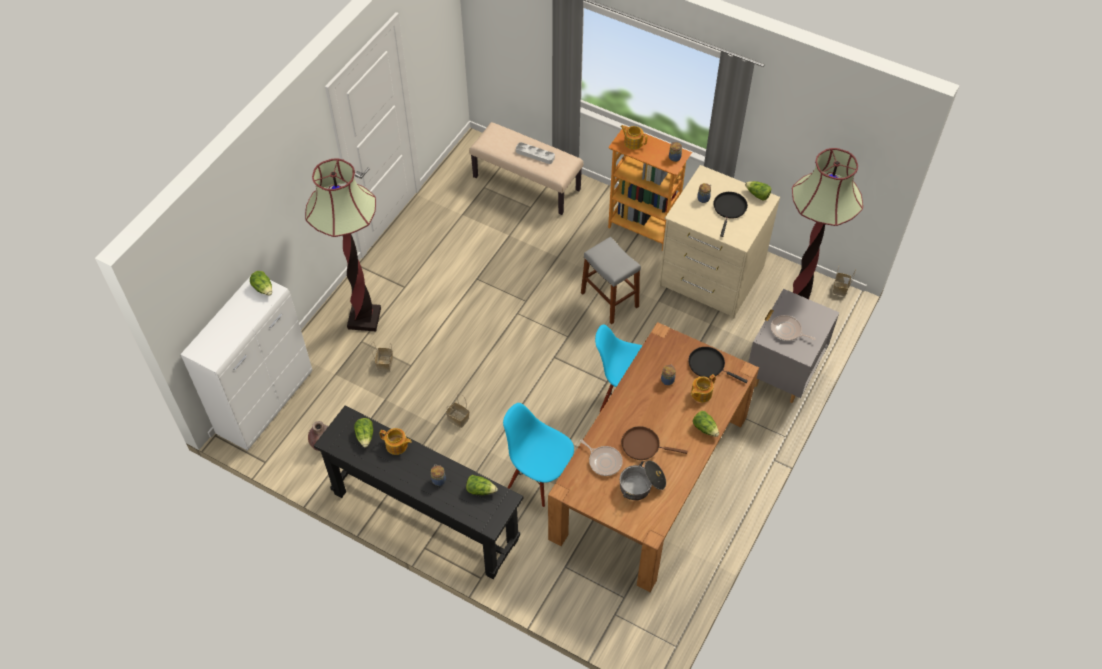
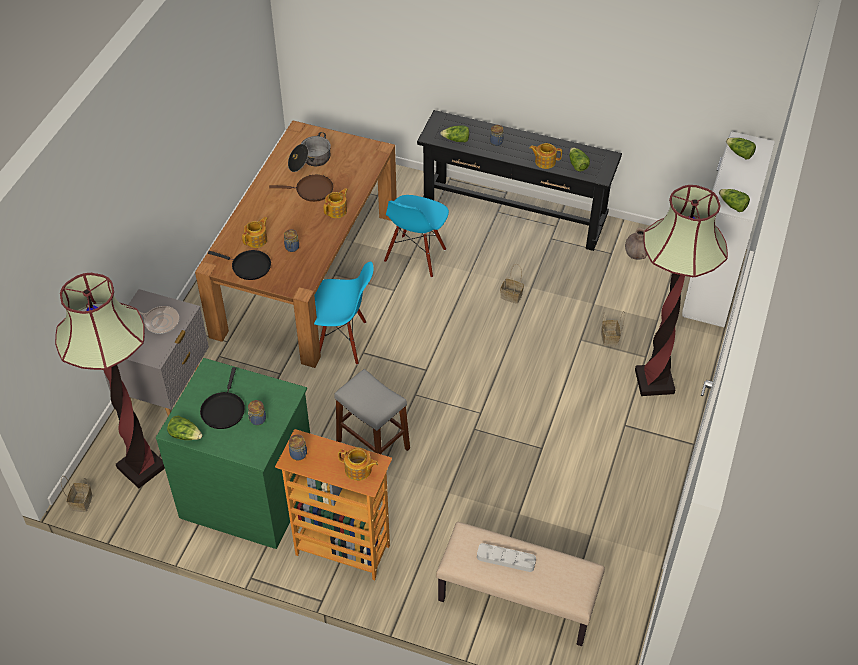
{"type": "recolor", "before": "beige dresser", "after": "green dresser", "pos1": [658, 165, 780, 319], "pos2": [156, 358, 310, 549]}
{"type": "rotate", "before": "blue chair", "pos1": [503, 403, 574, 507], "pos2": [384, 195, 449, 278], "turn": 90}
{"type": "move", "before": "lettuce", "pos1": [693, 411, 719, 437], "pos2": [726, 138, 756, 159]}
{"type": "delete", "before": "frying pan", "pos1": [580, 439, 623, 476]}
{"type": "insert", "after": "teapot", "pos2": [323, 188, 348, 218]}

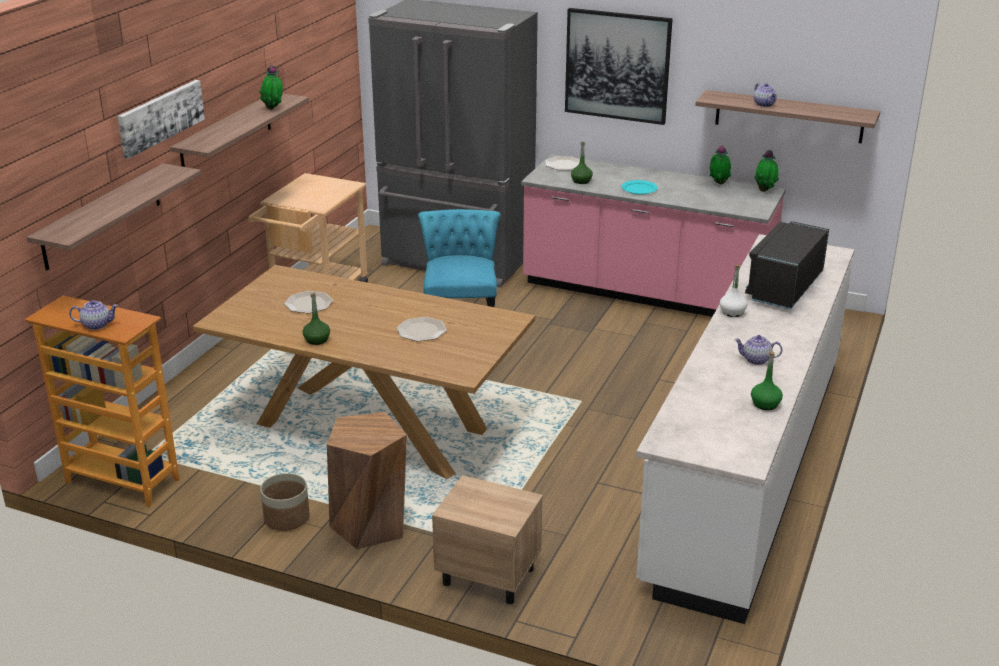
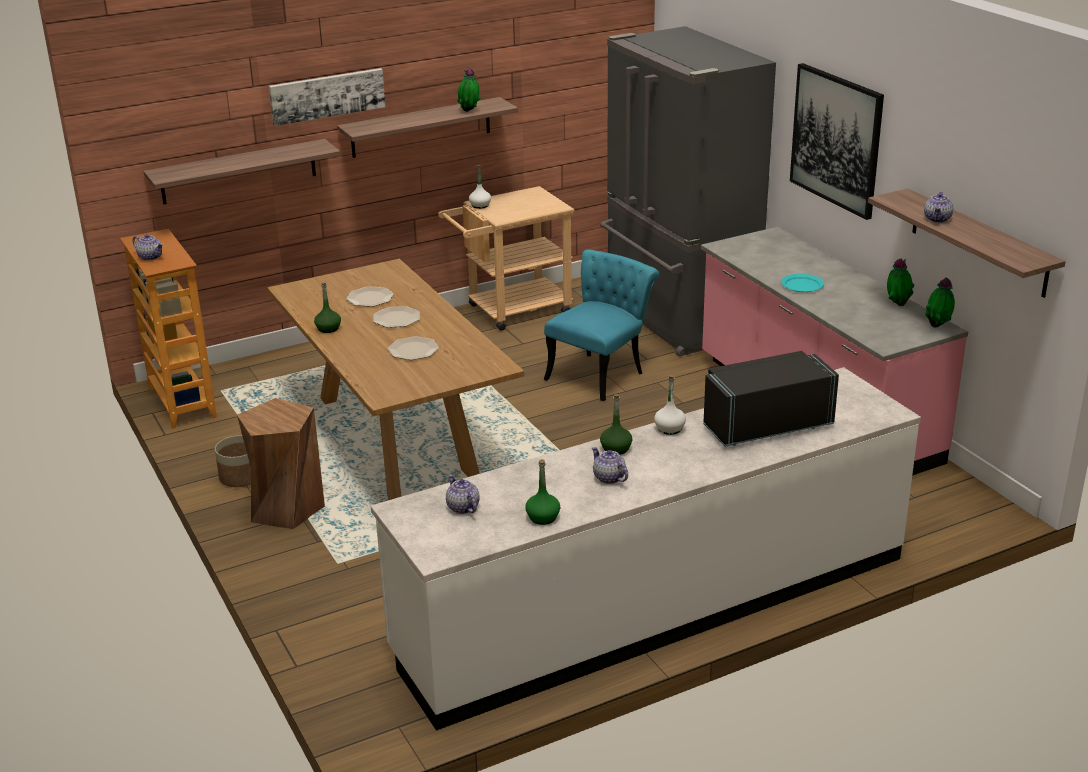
{"type": "move", "before": "green bottle", "pos1": [571, 142, 593, 184], "pos2": [600, 394, 632, 455]}
{"type": "move", "before": "plate", "pos1": [545, 156, 580, 170], "pos2": [373, 306, 420, 328]}
{"type": "delete", "before": "beige nightstand", "pos1": [432, 475, 543, 604]}
{"type": "insert", "after": "white bottle", "pos2": [469, 165, 491, 209]}
{"type": "insert", "after": "teapot", "pos2": [446, 474, 480, 514]}

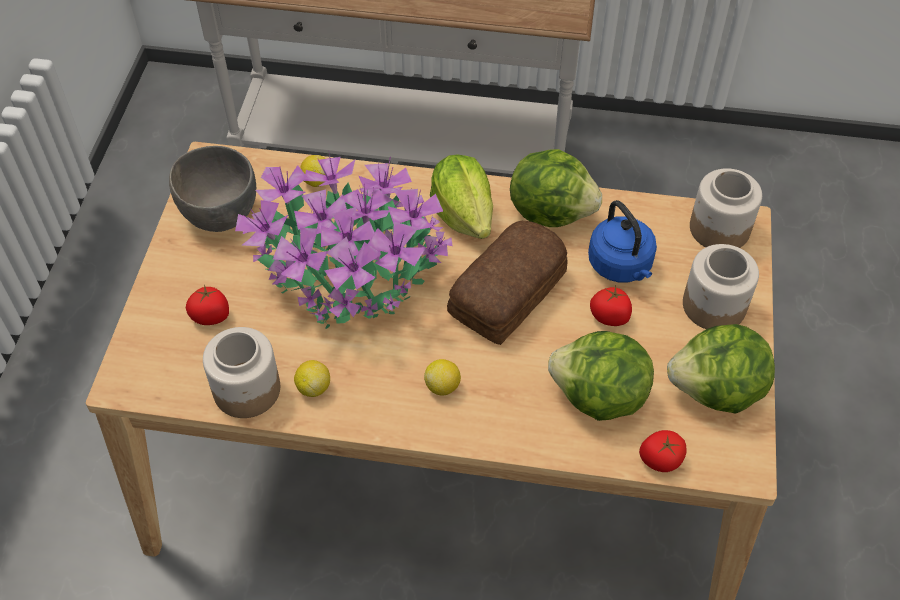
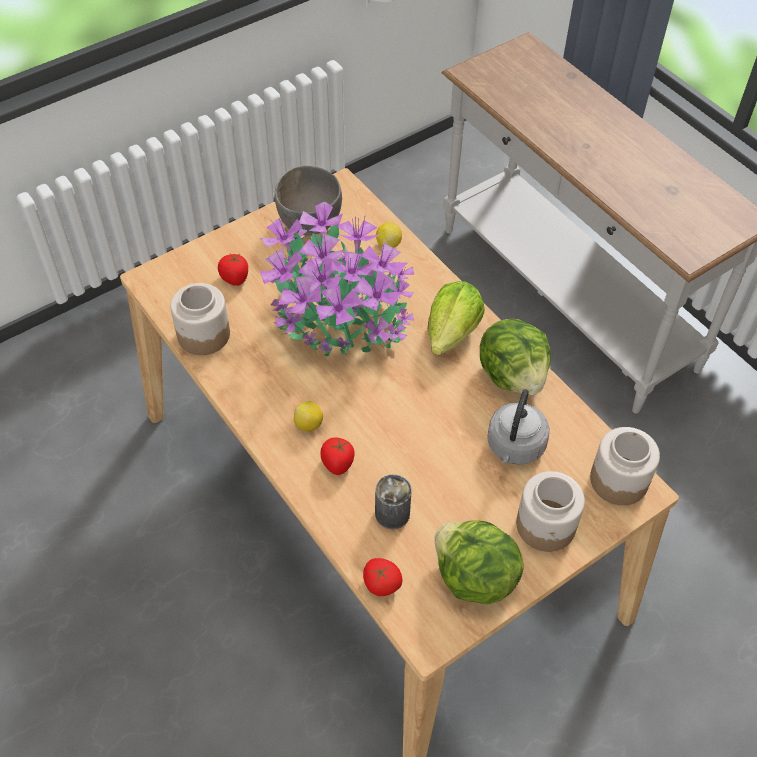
{"type": "recolor", "before": "blue kettle", "after": "grey kettle", "pos1": [588, 200, 657, 282], "pos2": [487, 389, 550, 465]}
{"type": "delete", "before": "bread", "pos1": [447, 221, 568, 345]}
{"type": "move", "before": "tomato", "pos1": [590, 286, 632, 326], "pos2": [320, 438, 355, 475]}
{"type": "replace", "before": "lettuce", "after": "can", "pos1": [548, 331, 654, 421], "pos2": [375, 474, 412, 529]}
{"type": "delete", "before": "lemon", "pos1": [294, 360, 330, 397]}

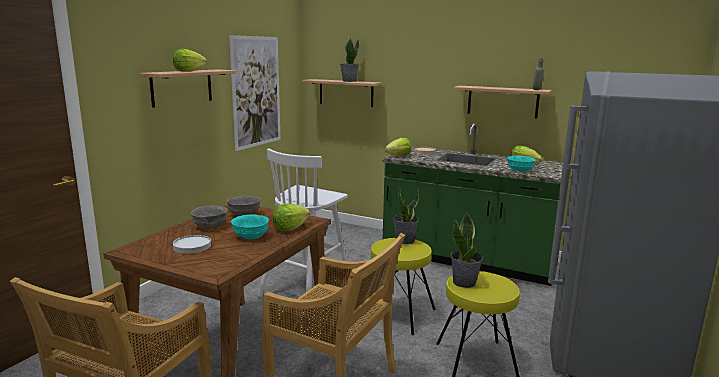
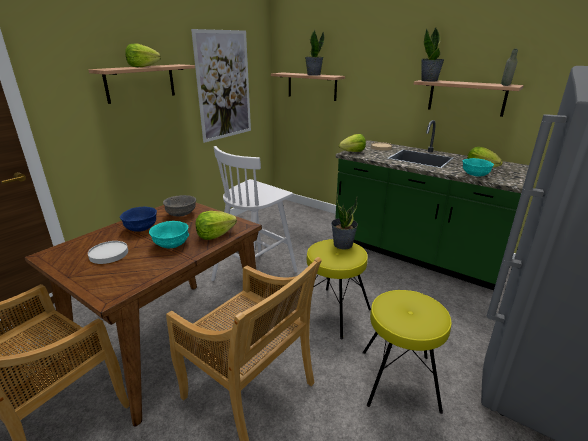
{"type": "recolor", "before": "grey bowl", "after": "blue bowl", "pos1": [191, 205, 227, 229], "pos2": [120, 207, 157, 232]}
{"type": "move", "before": "potted plant", "pos1": [451, 213, 483, 288], "pos2": [421, 27, 444, 82]}

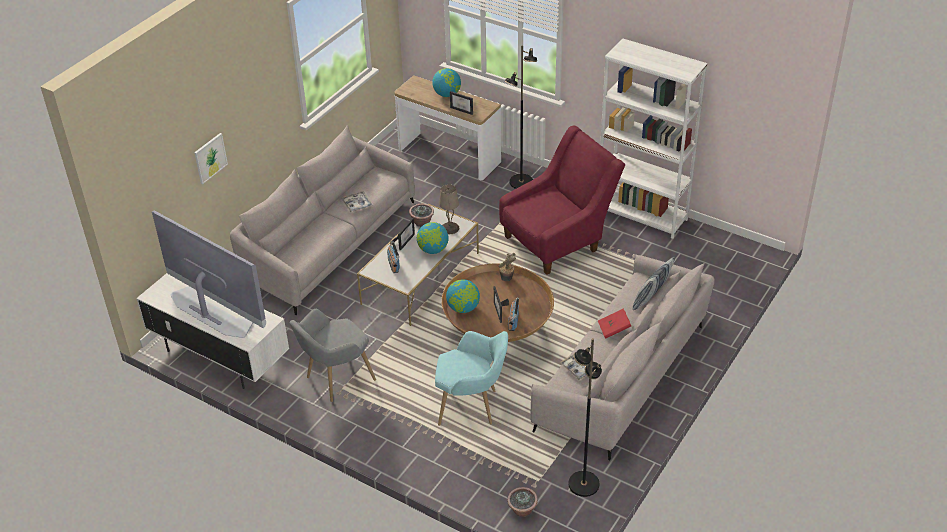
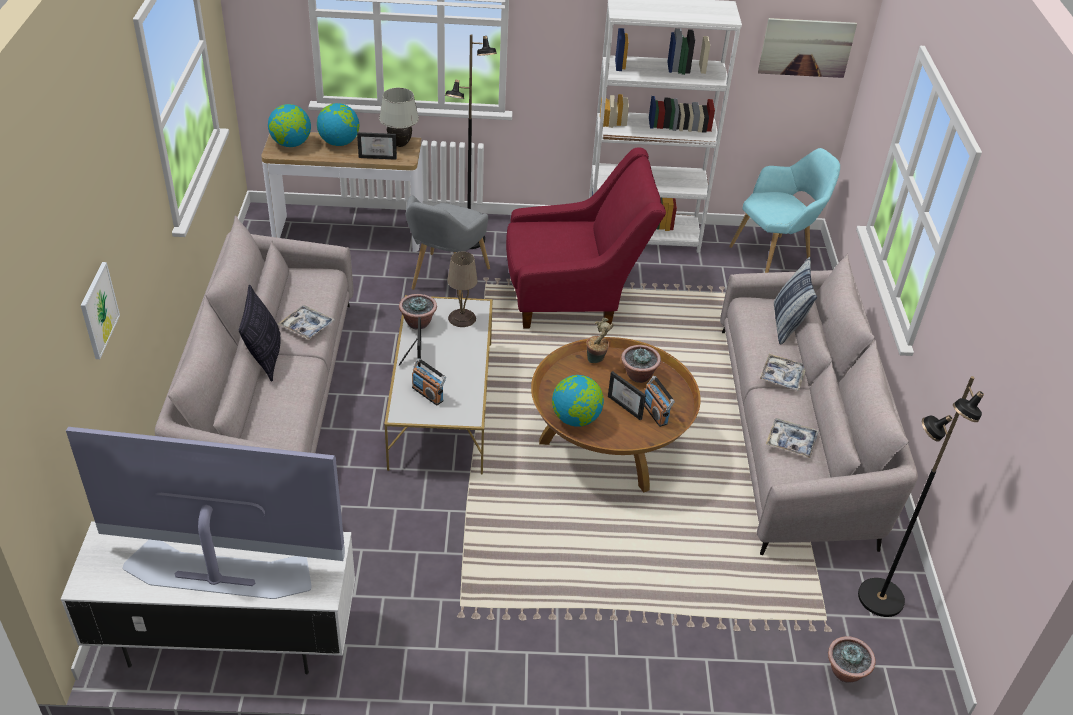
{"type": "rotate", "before": "red armchair", "pos1": [499, 125, 625, 275], "pos2": [506, 147, 666, 329], "turn": 60}
{"type": "move", "before": "globe", "pos1": [417, 222, 448, 254], "pos2": [268, 104, 311, 147]}
{"type": "move", "before": "grey armchair", "pos1": [290, 309, 376, 402], "pos2": [405, 196, 490, 298]}
{"type": "replace", "before": "red book", "after": "tray", "pos1": [598, 309, 631, 339], "pos2": [760, 354, 805, 391]}
{"type": "move", "before": "turquoise armchair", "pos1": [435, 331, 508, 426], "pos2": [729, 148, 840, 273]}
{"type": "insert", "after": "picture", "pos2": [758, 18, 857, 78]}
{"type": "insert", "after": "white table lamp", "pos2": [379, 88, 419, 147]}
{"type": "insert", "after": "pillow", "pos2": [239, 285, 281, 382]}
{"type": "insert", "after": "potted plant", "pos2": [621, 345, 661, 383]}

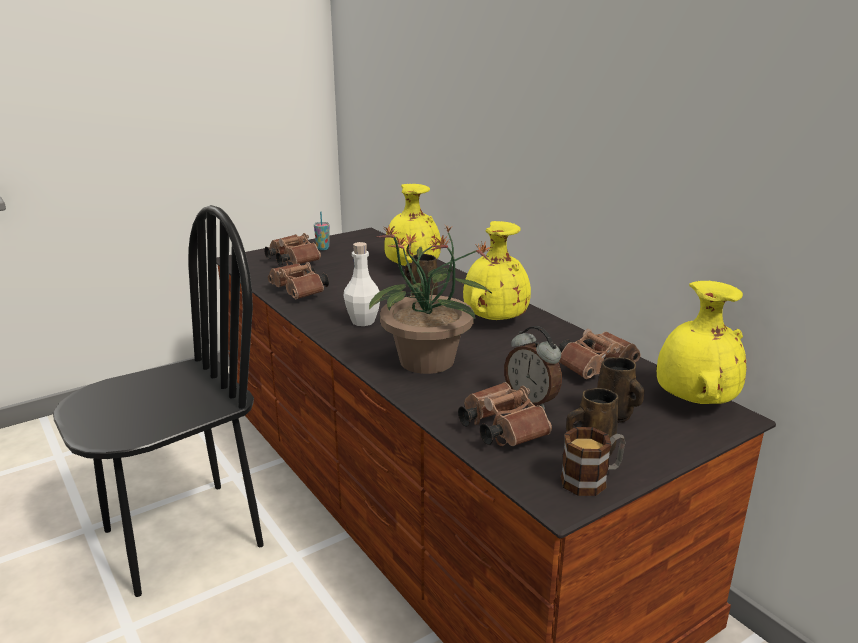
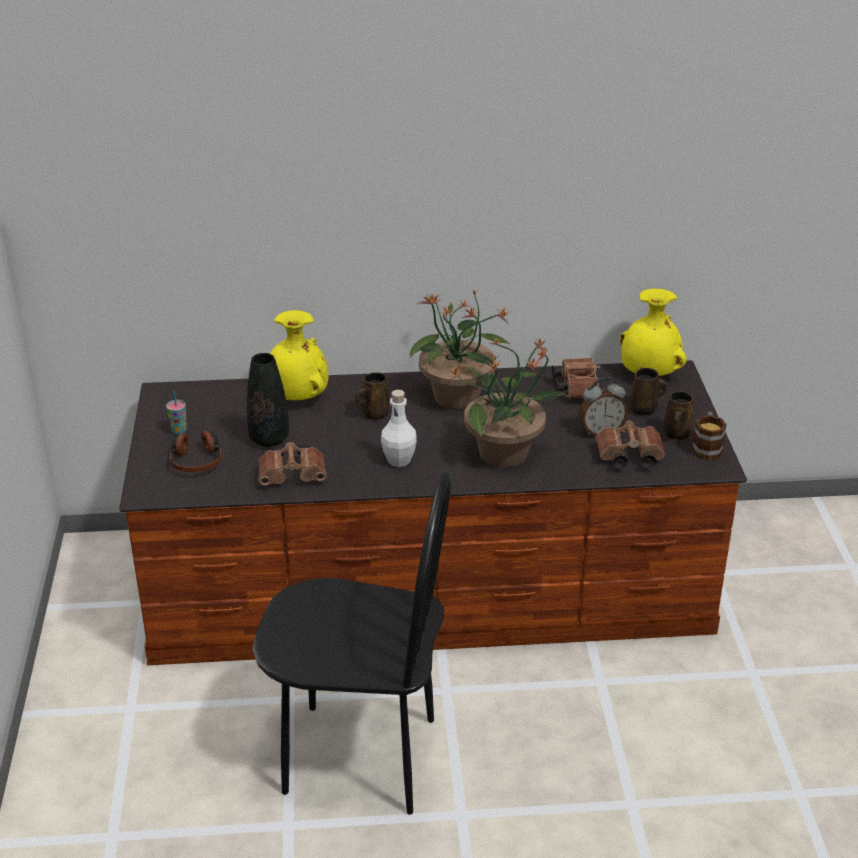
{"type": "rotate", "before": "black chair", "pos1": [53, 205, 264, 597], "pos2": [252, 471, 452, 815], "turn": 105}
{"type": "replace", "before": "yellow vase", "after": "potted plant", "pos1": [463, 221, 531, 320], "pos2": [410, 288, 510, 409]}
{"type": "replace", "before": "brown binoculars", "after": "headphones", "pos1": [264, 233, 321, 266], "pos2": [170, 431, 222, 472]}
{"type": "insert", "after": "black vase", "pos2": [247, 353, 289, 447]}

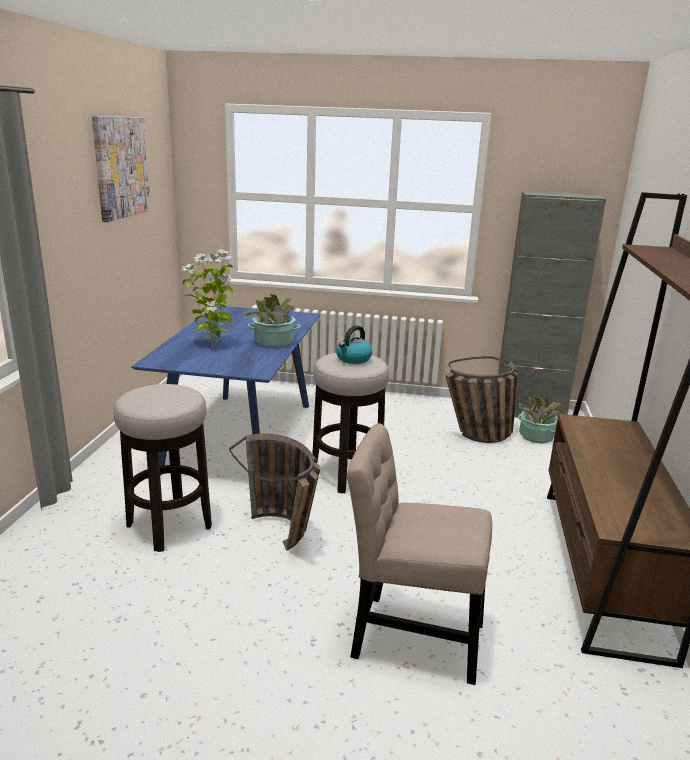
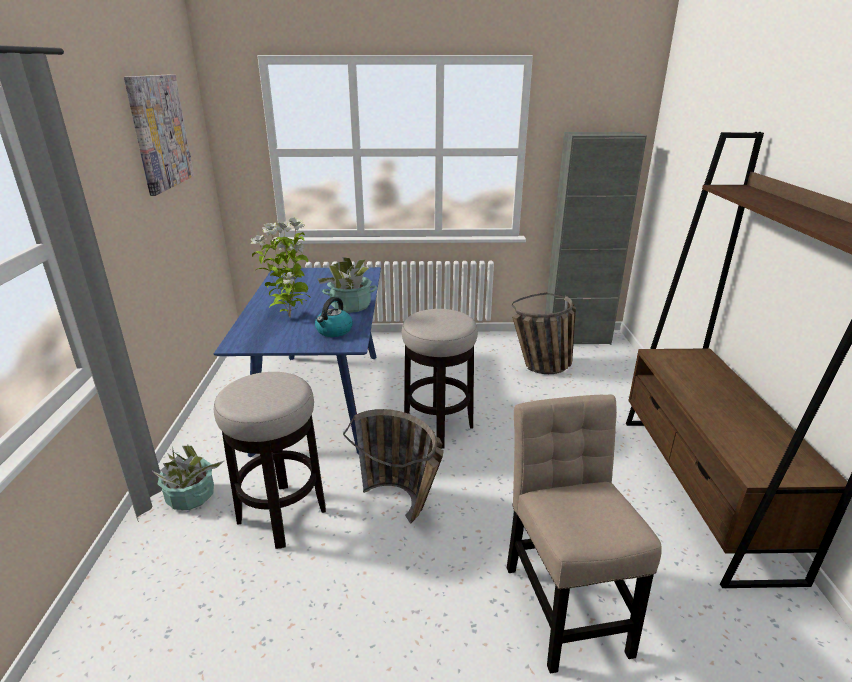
{"type": "move", "before": "kettle", "pos1": [336, 325, 372, 364], "pos2": [315, 297, 353, 337]}
{"type": "move", "before": "potted plant", "pos1": [518, 395, 569, 444], "pos2": [151, 444, 224, 510]}
{"type": "rotate", "before": "beige chair", "pos1": [347, 423, 492, 685], "pos2": [507, 395, 662, 674], "turn": 75}

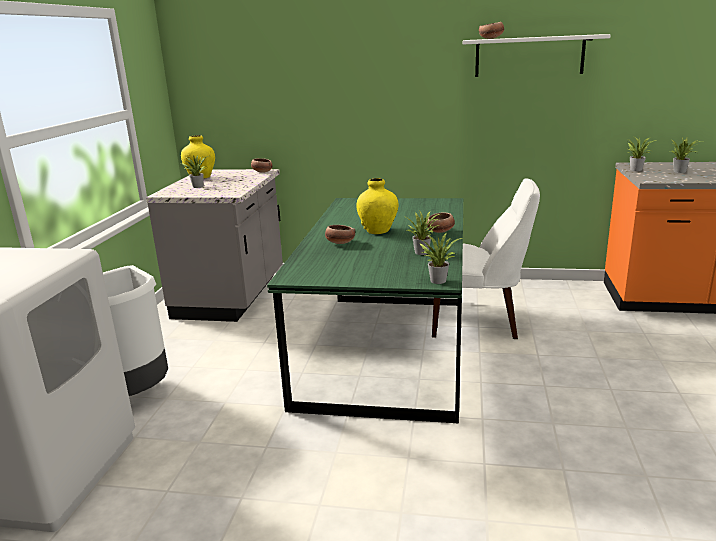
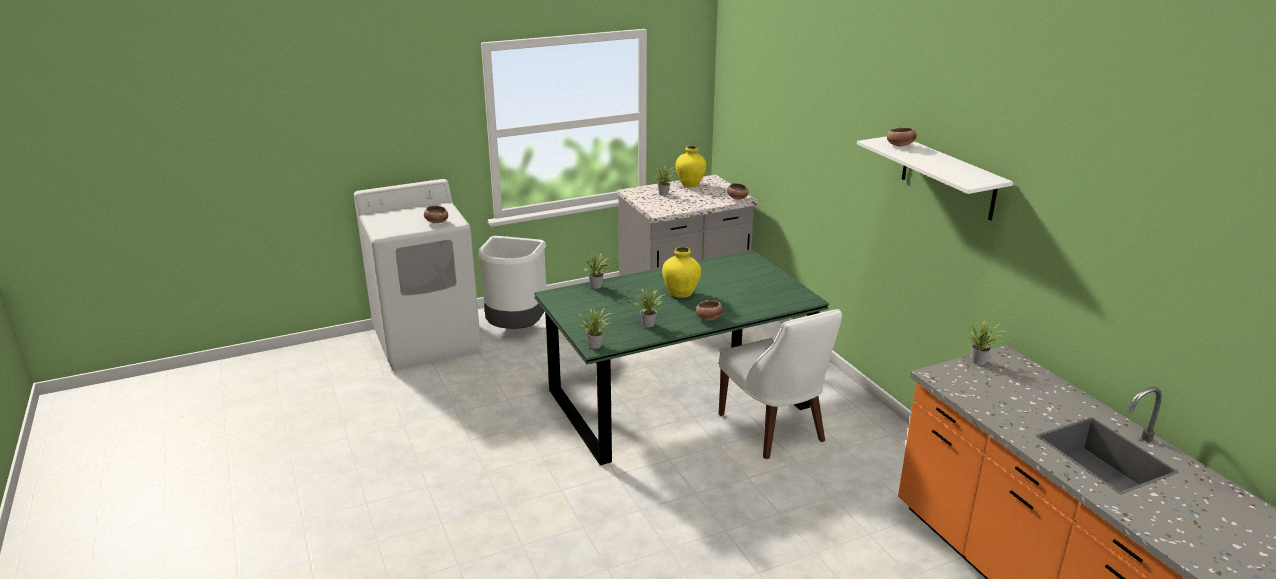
{"type": "move", "before": "potted plant", "pos1": [670, 138, 701, 173], "pos2": [583, 253, 610, 289]}
{"type": "move", "before": "bowl", "pos1": [325, 225, 355, 244], "pos2": [424, 206, 448, 224]}

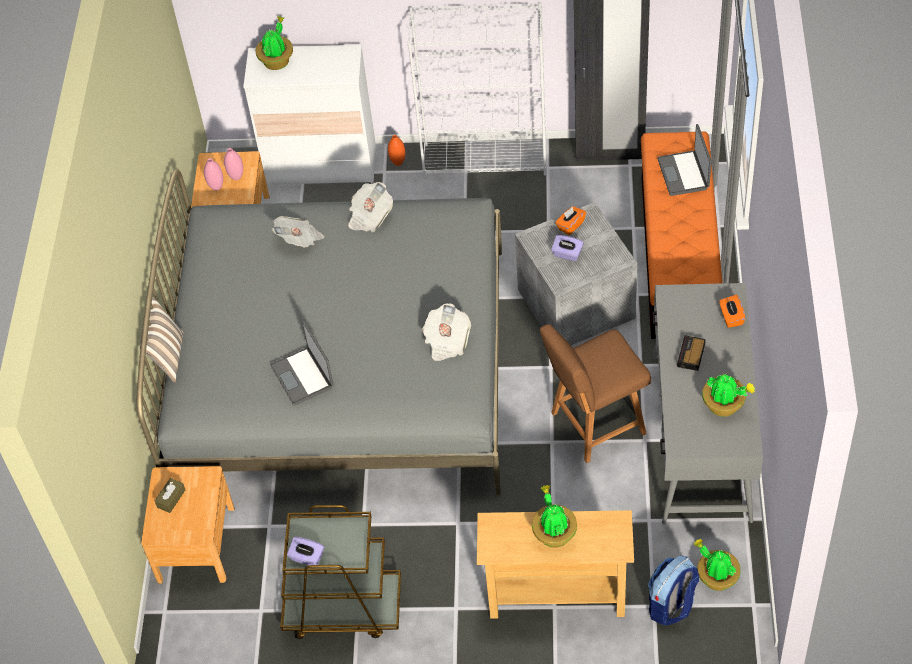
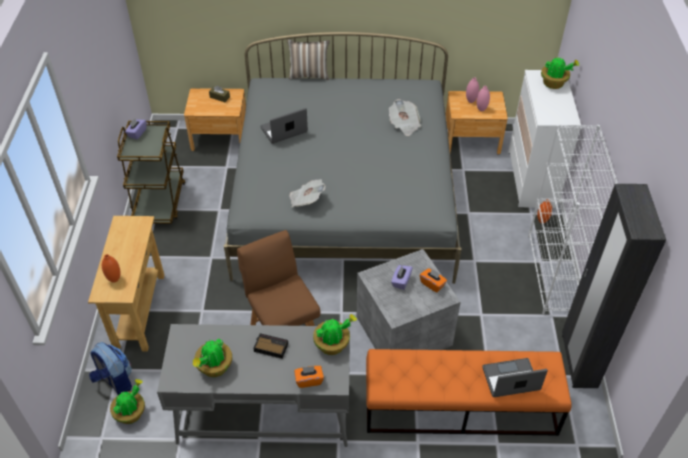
{"type": "delete", "before": "newspaper", "pos1": [348, 182, 393, 232]}
{"type": "move", "before": "potted plant", "pos1": [532, 485, 577, 548], "pos2": [313, 314, 357, 355]}
{"type": "insert", "after": "orange vase", "pos2": [102, 254, 121, 283]}

